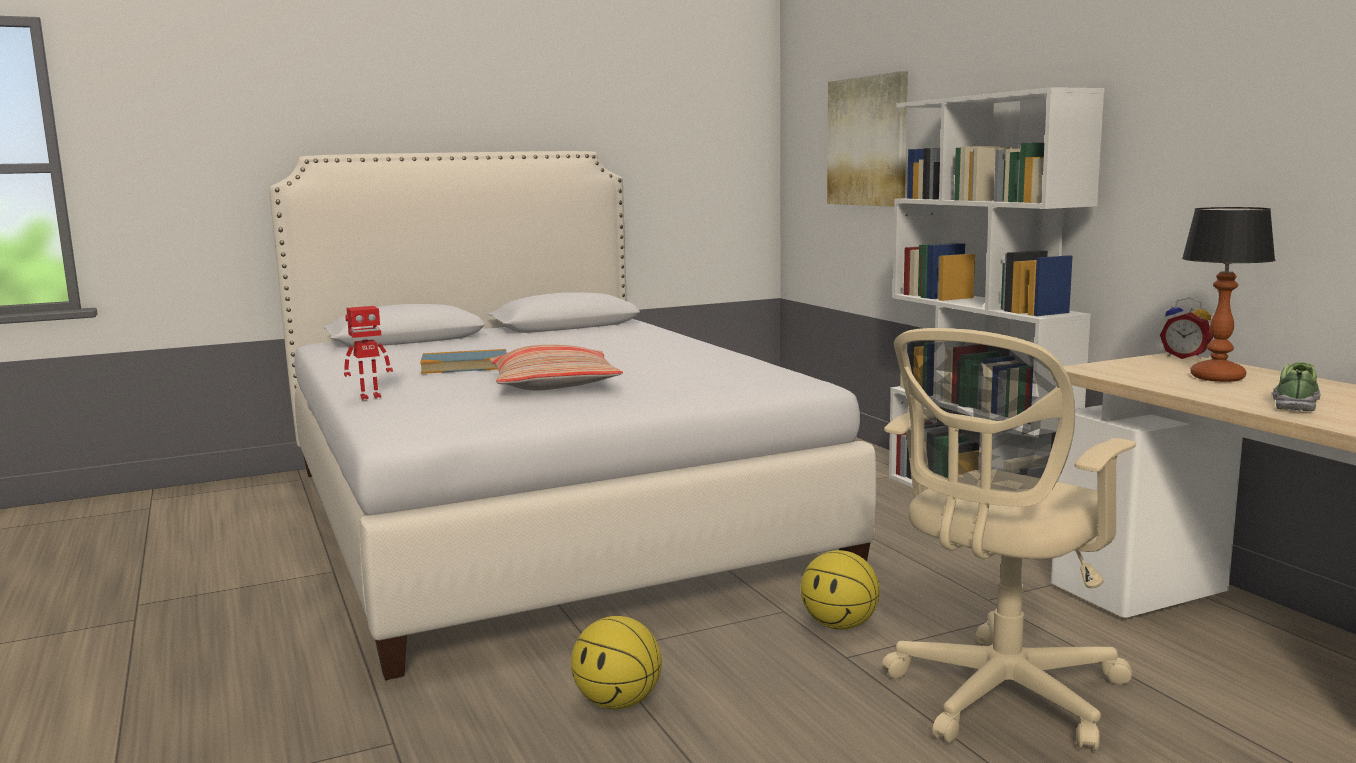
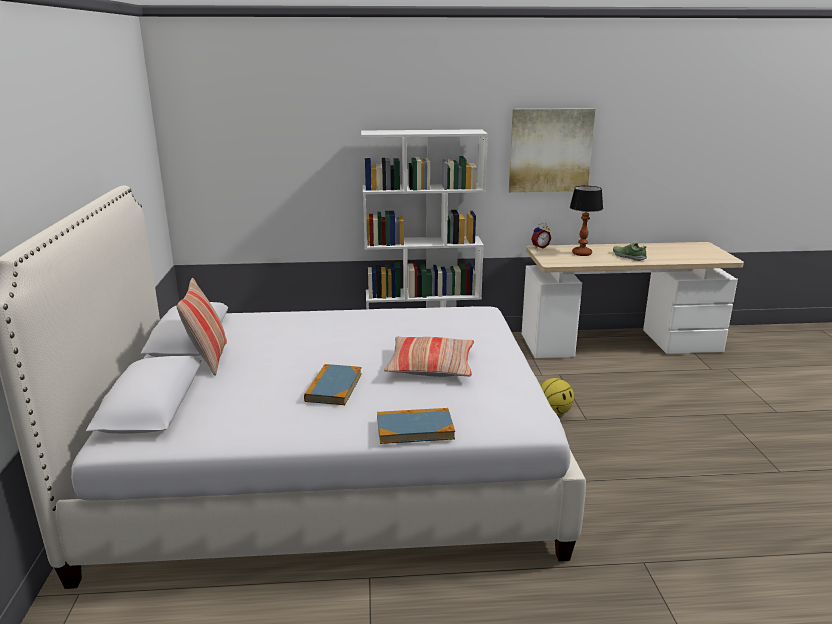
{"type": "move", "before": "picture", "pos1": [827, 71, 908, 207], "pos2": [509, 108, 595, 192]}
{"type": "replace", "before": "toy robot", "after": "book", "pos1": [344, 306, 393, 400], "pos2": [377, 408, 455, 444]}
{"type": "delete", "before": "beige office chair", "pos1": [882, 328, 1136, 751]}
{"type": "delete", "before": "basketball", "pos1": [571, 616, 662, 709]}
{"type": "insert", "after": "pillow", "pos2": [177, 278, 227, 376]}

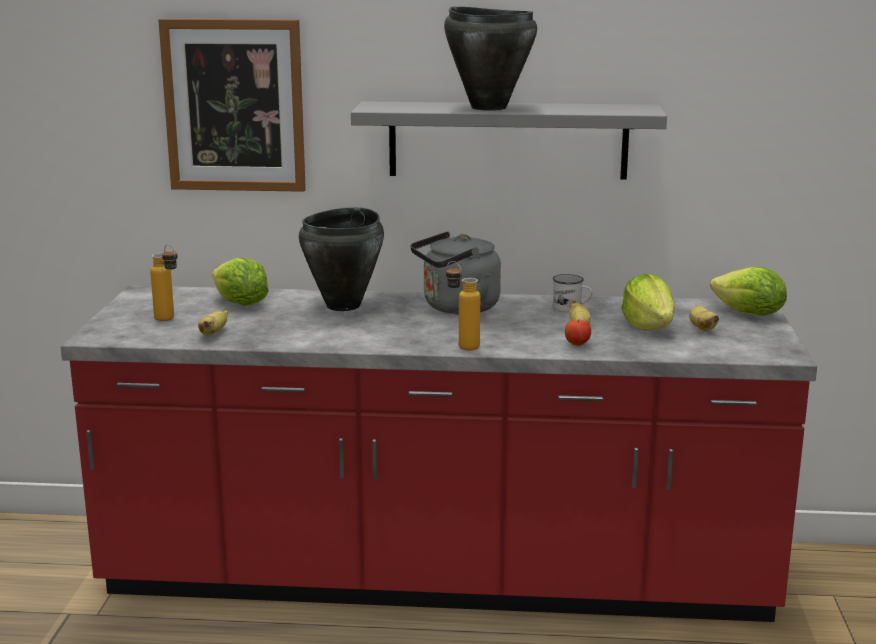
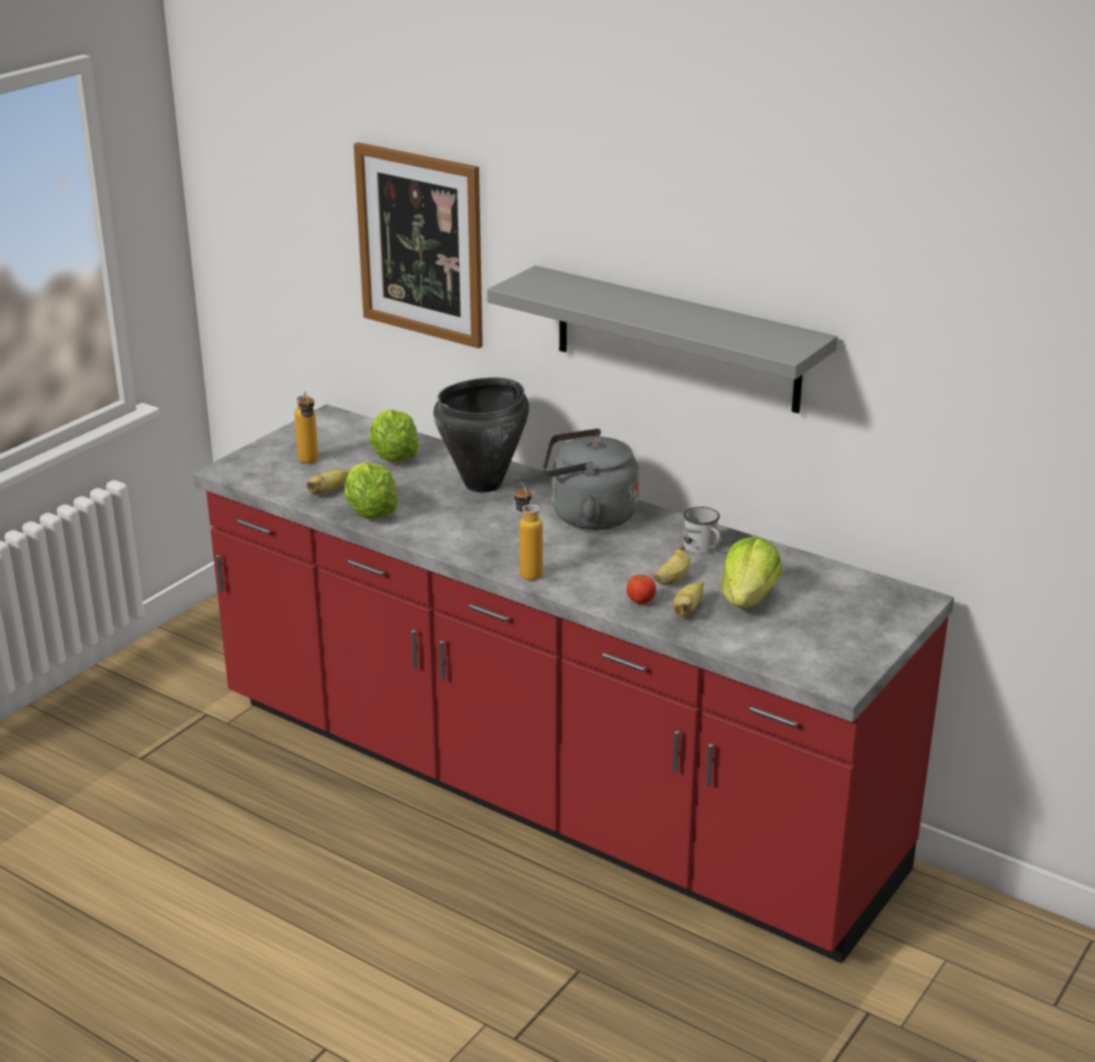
{"type": "delete", "before": "black cooking pot", "pos1": [444, 6, 537, 111]}
{"type": "move", "before": "lettuce", "pos1": [710, 267, 787, 316], "pos2": [344, 462, 398, 519]}
{"type": "move", "before": "banana", "pos1": [689, 305, 719, 331], "pos2": [673, 581, 704, 617]}

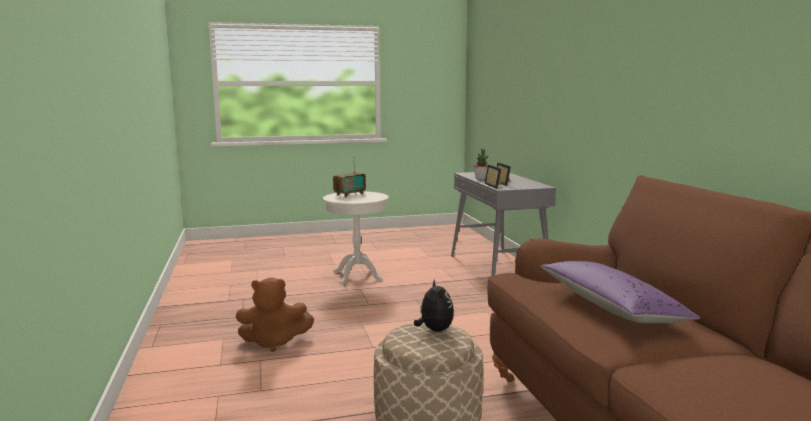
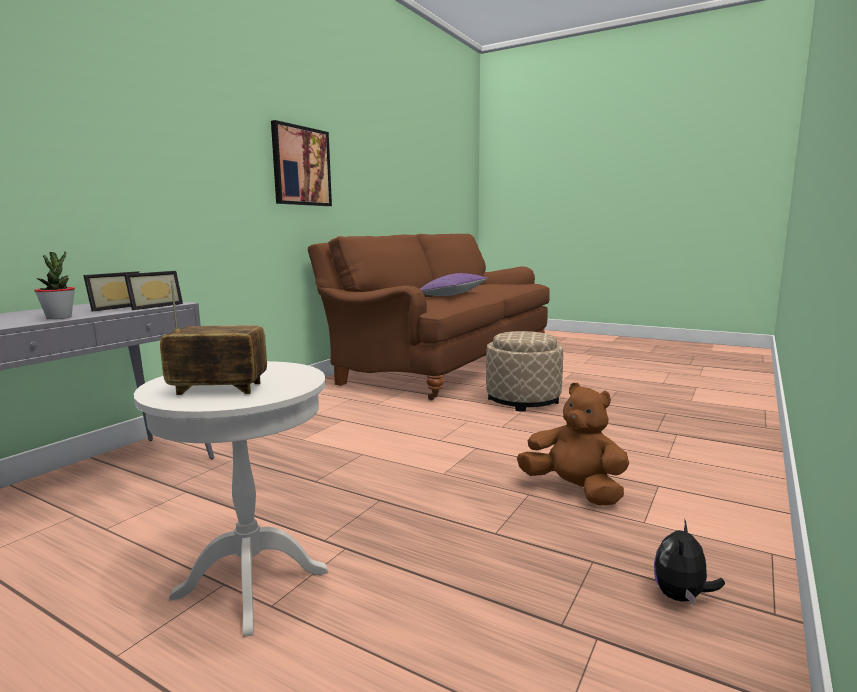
{"type": "move", "before": "plush toy", "pos1": [414, 279, 454, 332], "pos2": [654, 519, 725, 605]}
{"type": "insert", "after": "picture", "pos2": [271, 120, 332, 206]}

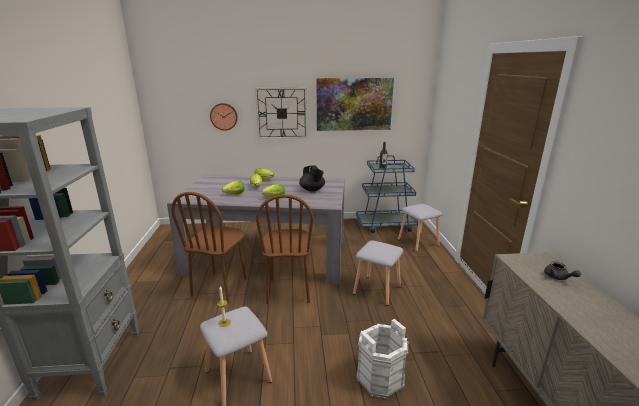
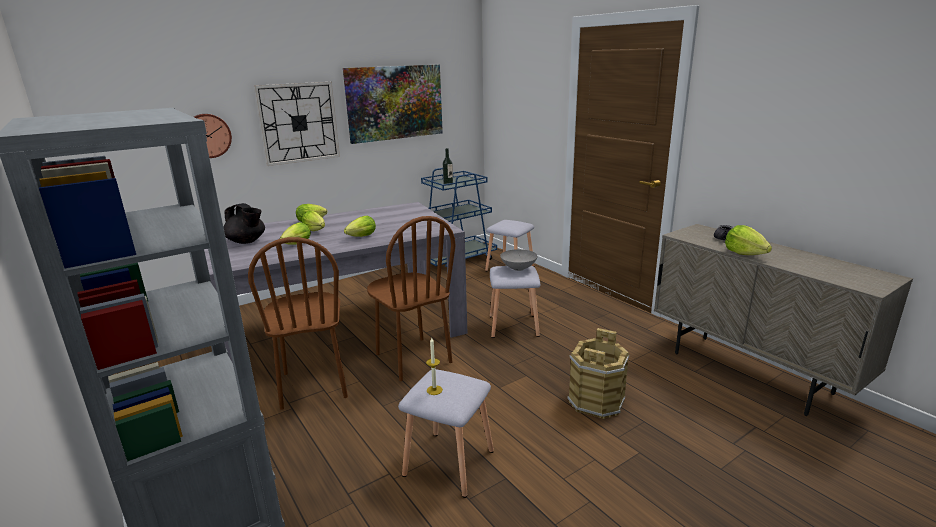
{"type": "move", "before": "black teapot", "pos1": [299, 165, 325, 192], "pos2": [224, 203, 265, 244]}
{"type": "recolor", "before": "white bucket", "after": "brown bucket", "pos1": [356, 319, 409, 399], "pos2": [567, 328, 629, 419]}
{"type": "insert", "after": "lettuce", "pos2": [725, 225, 772, 255]}
{"type": "insert", "after": "grey bowl", "pos2": [500, 249, 538, 271]}

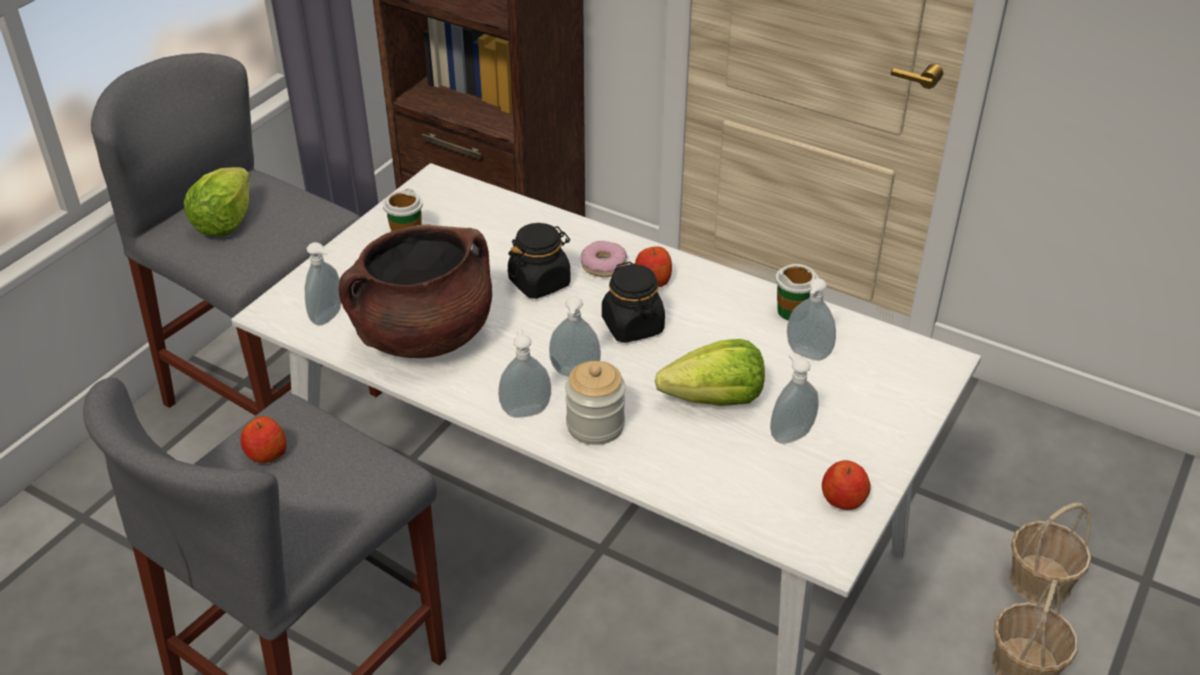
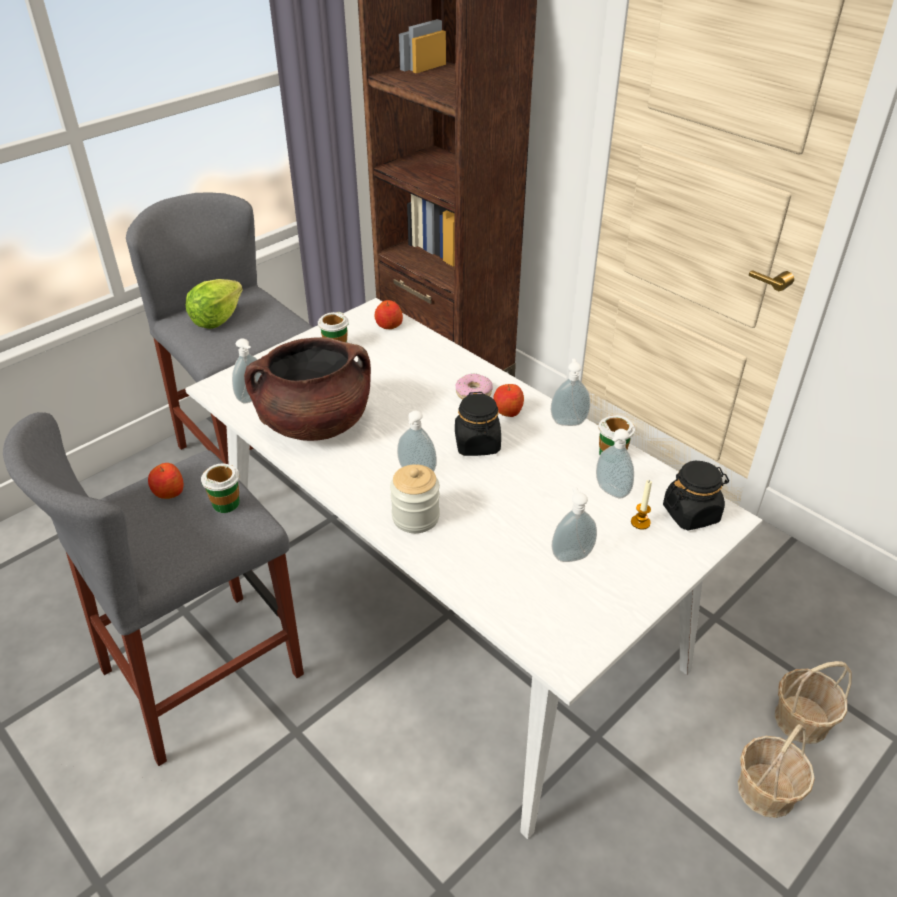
{"type": "move", "before": "black jar", "pos1": [507, 223, 571, 299], "pos2": [663, 461, 729, 531]}
{"type": "move", "before": "soap dispenser", "pos1": [498, 329, 551, 418], "pos2": [551, 359, 590, 426]}
{"type": "delete", "before": "lettuce", "pos1": [655, 339, 765, 406]}
{"type": "move", "before": "apple", "pos1": [822, 460, 871, 510], "pos2": [375, 300, 403, 329]}
{"type": "insert", "after": "cup", "pos2": [201, 464, 240, 513]}
{"type": "insert", "after": "candle", "pos2": [631, 480, 652, 529]}

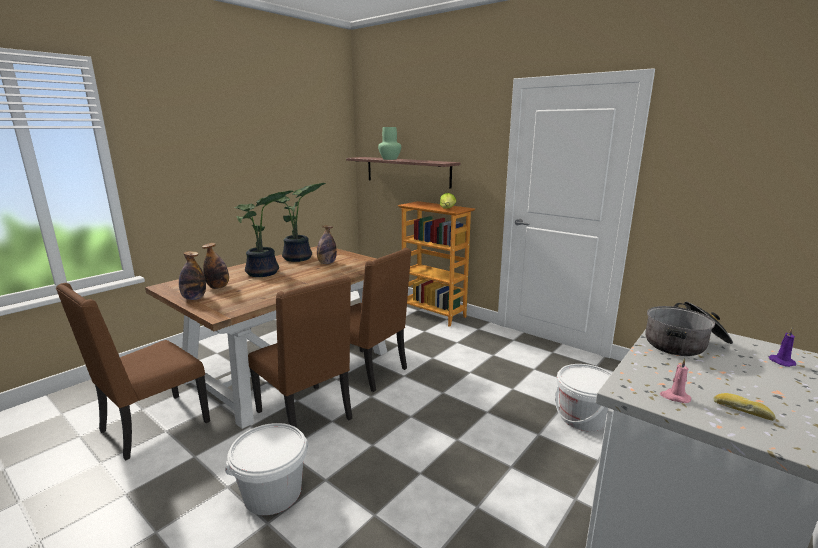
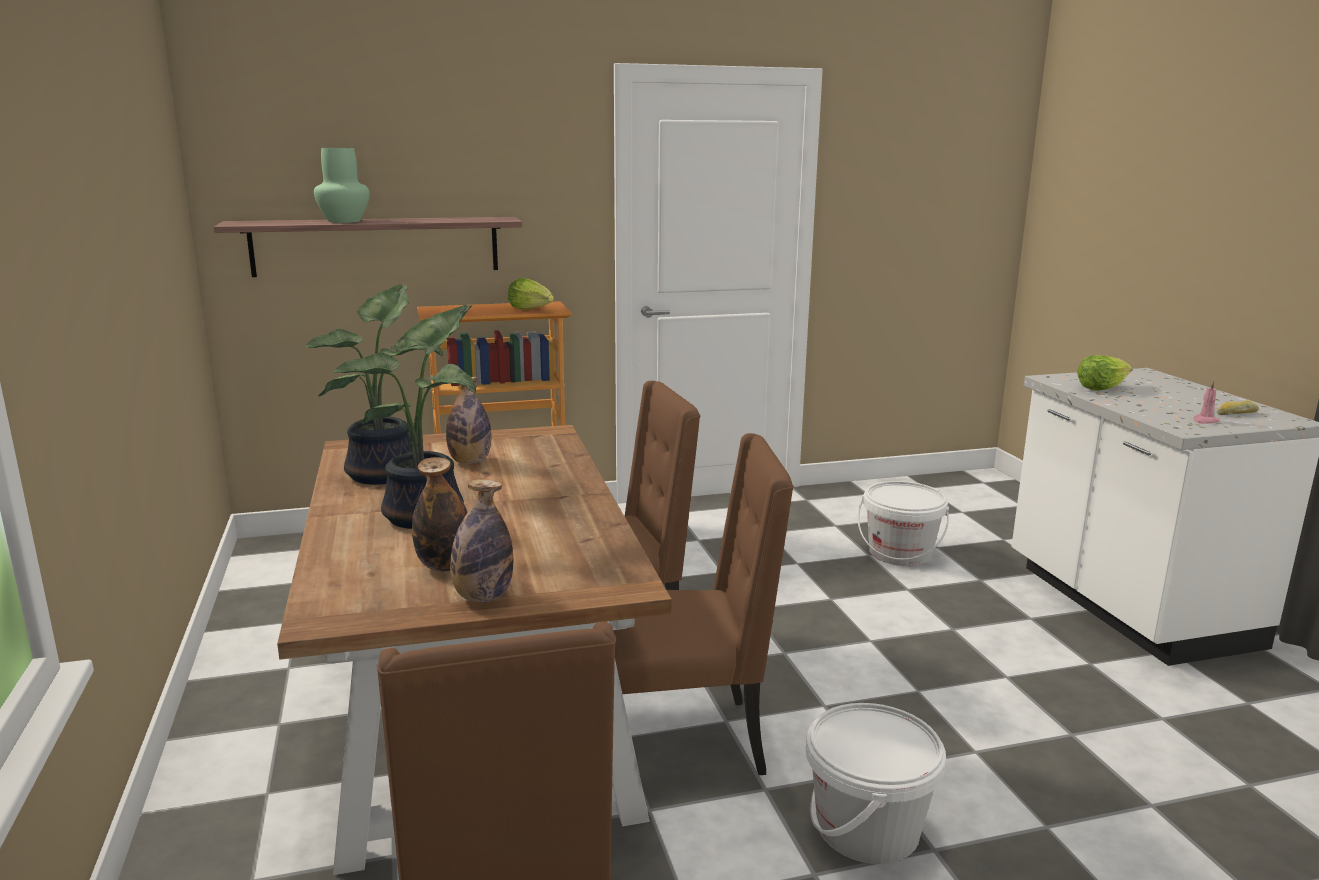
{"type": "replace", "before": "cooking pot", "after": "lettuce", "pos1": [646, 301, 733, 356], "pos2": [1077, 355, 1133, 391]}
{"type": "delete", "before": "purple candle", "pos1": [769, 328, 796, 367]}

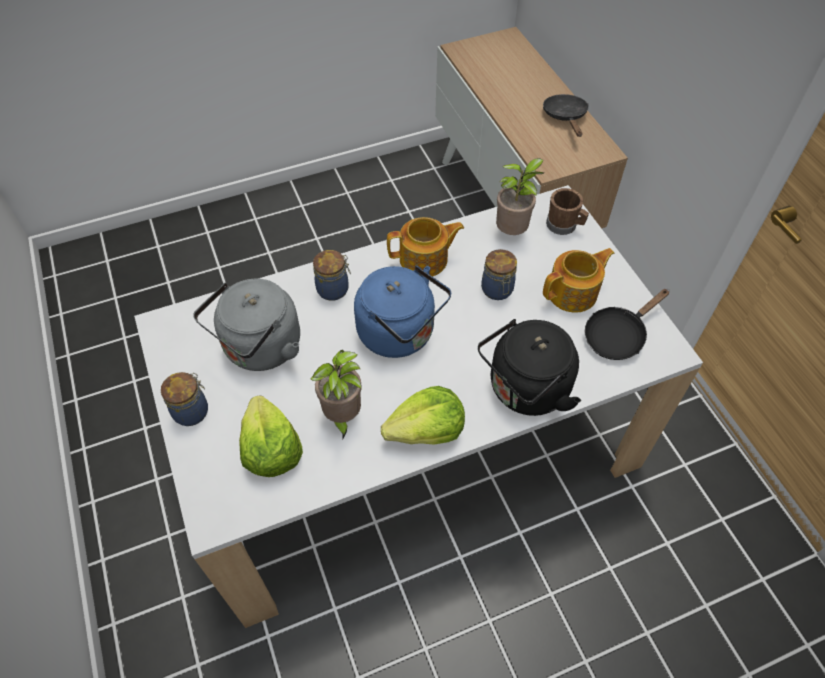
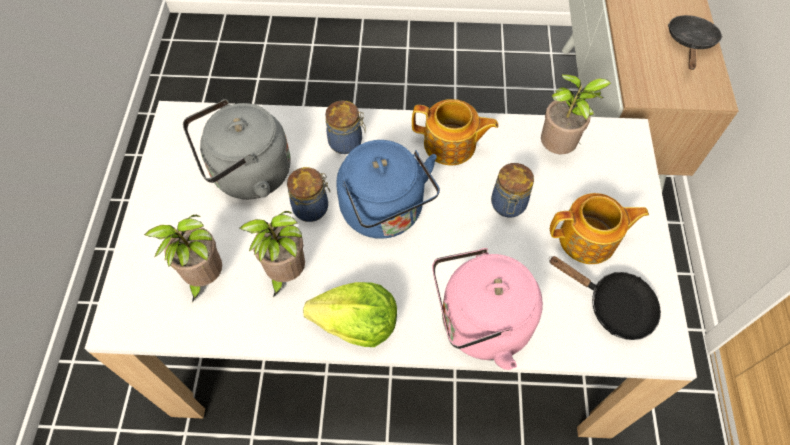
{"type": "delete", "before": "brown mug", "pos1": [546, 188, 589, 235]}
{"type": "rotate", "before": "black frying pan", "pos1": [585, 289, 670, 360], "pos2": [549, 256, 661, 340], "turn": -135}
{"type": "recolor", "before": "black kettle", "after": "pink kettle", "pos1": [478, 319, 581, 416], "pos2": [432, 248, 543, 370]}
{"type": "move", "before": "jar", "pos1": [161, 372, 208, 426], "pos2": [287, 167, 330, 222]}
{"type": "replace", "before": "lettuce", "after": "potted plant", "pos1": [239, 396, 303, 477], "pos2": [144, 215, 222, 302]}

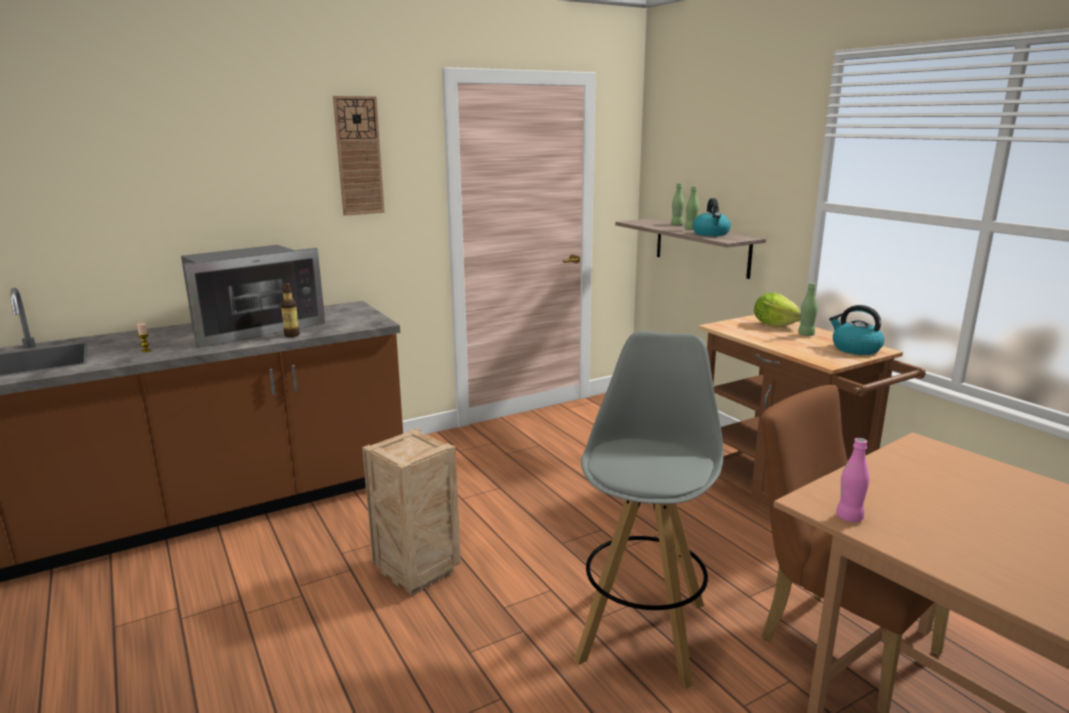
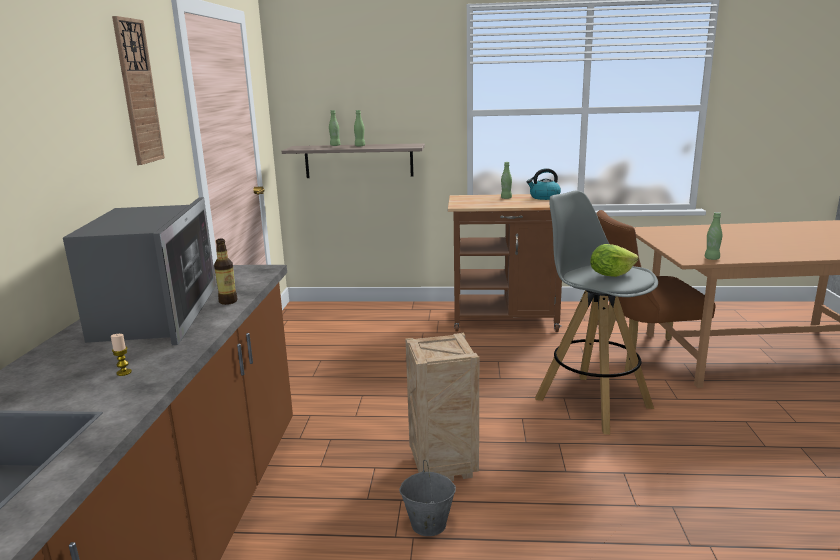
{"type": "delete", "before": "kettle", "pos1": [693, 198, 731, 236]}
{"type": "move", "before": "lettuce", "pos1": [754, 293, 801, 327], "pos2": [590, 244, 639, 277]}
{"type": "recolor", "before": "pink bottle", "after": "green bottle", "pos1": [836, 438, 869, 522], "pos2": [705, 212, 722, 260]}
{"type": "insert", "after": "grey bucket", "pos2": [399, 460, 456, 536]}

